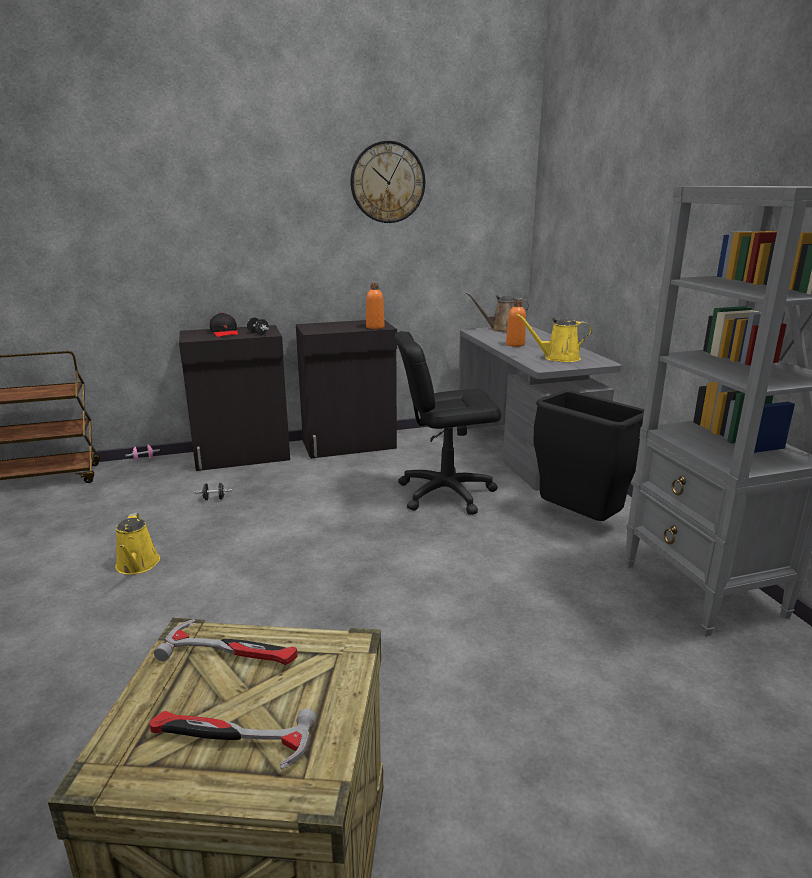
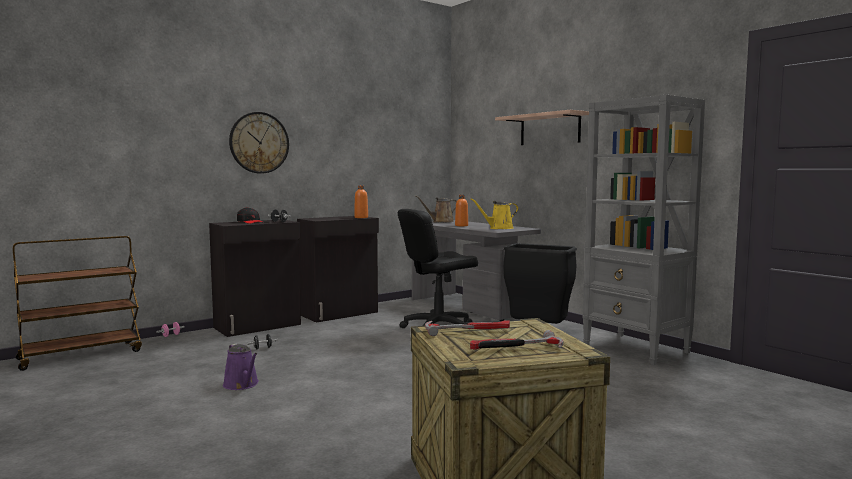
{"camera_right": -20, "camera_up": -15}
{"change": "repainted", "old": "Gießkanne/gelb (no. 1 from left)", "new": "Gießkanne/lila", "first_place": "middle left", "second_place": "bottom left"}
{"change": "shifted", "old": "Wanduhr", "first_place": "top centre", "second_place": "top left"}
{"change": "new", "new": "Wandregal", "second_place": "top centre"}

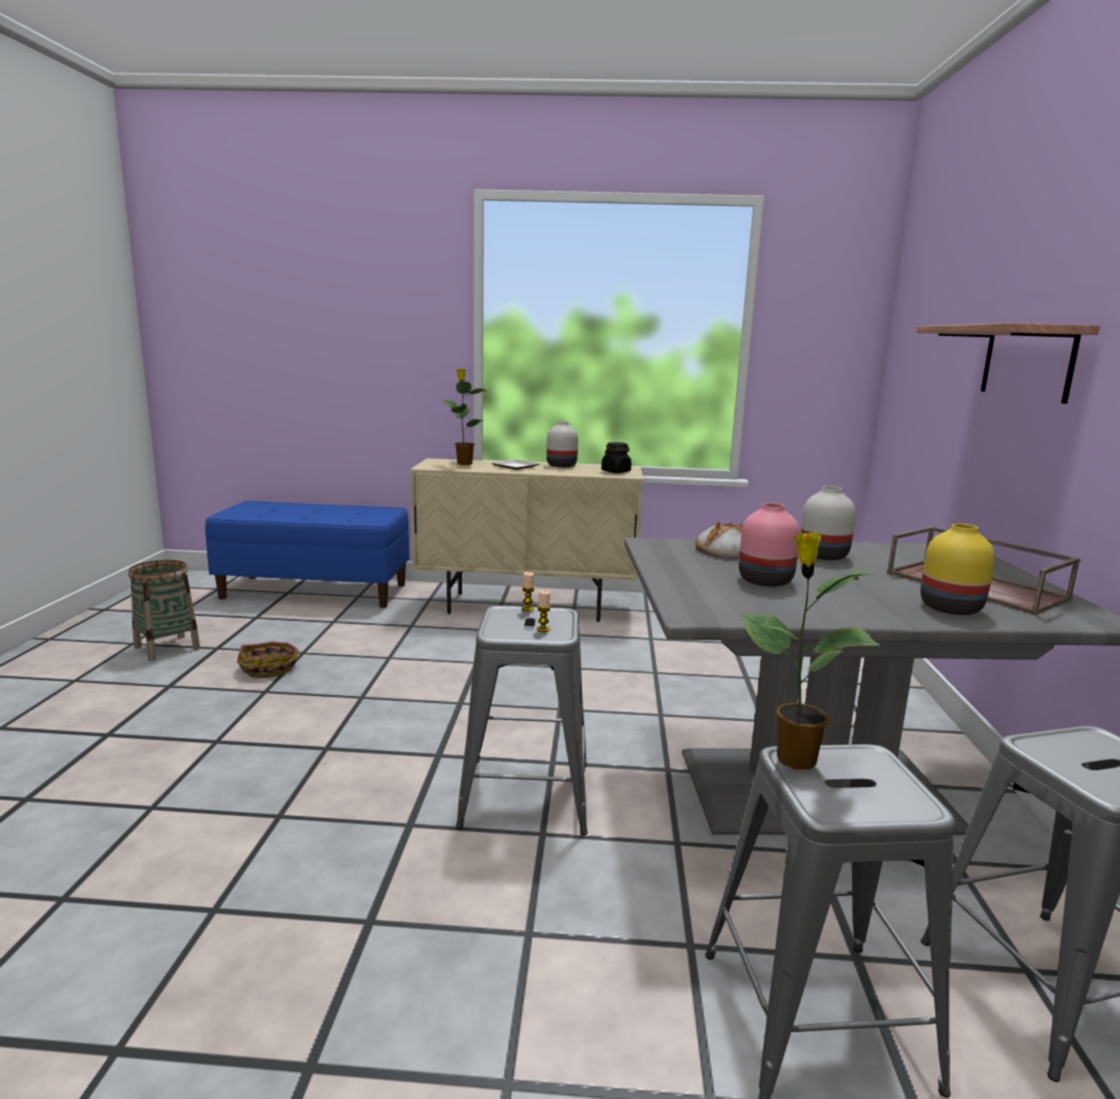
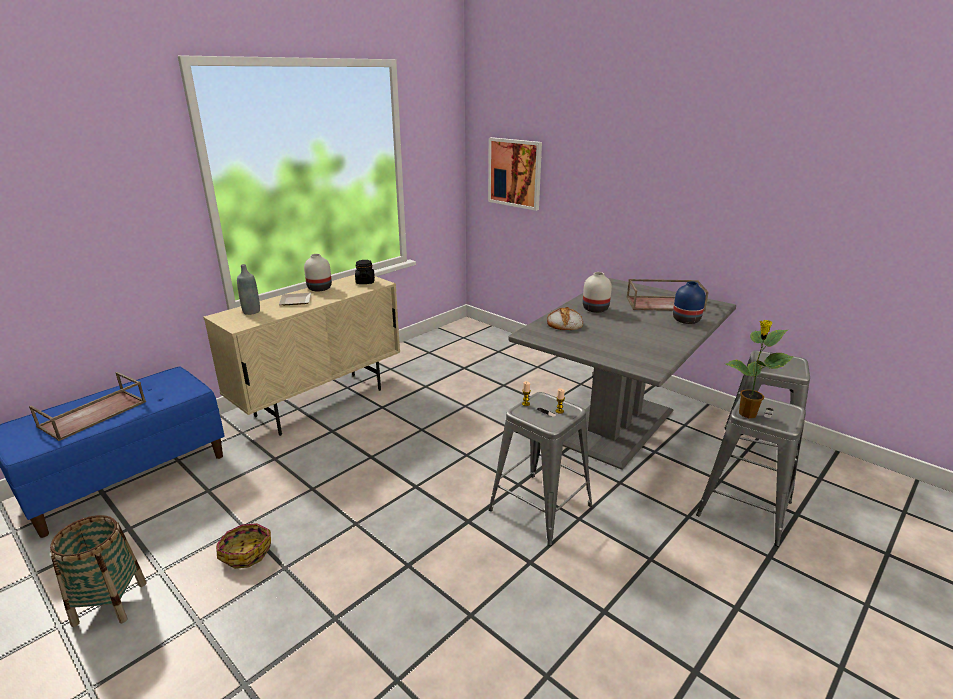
{"camera_right": -50, "camera_up": 10}
{"change": "swapped", "old": "Topfpflanze (no. 1 from left)", "new": "Flasche/grau", "first_place": "centre", "second_place": "middle left"}
{"change": "gone", "old": "Vase/rosa", "first_place": "middle right"}
{"change": "gone", "old": "Wandregal", "first_place": "top right"}
{"change": "repainted", "old": "Vase/gelb", "new": "Vase/blau", "first_place": "middle right", "second_place": "middle right"}
{"change": "new", "new": "Tablett/braun (no. 1 from left)", "second_place": "middle left"}
{"change": "new", "new": "Bild", "second_place": "top centre"}

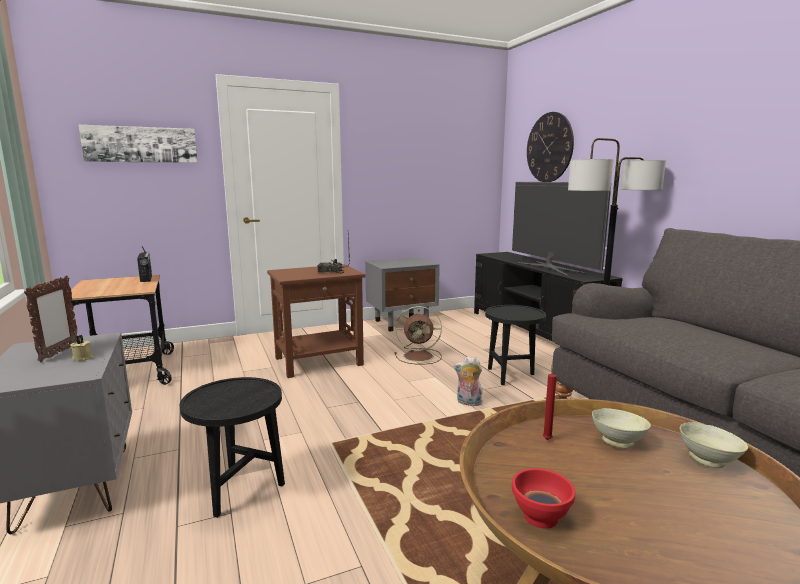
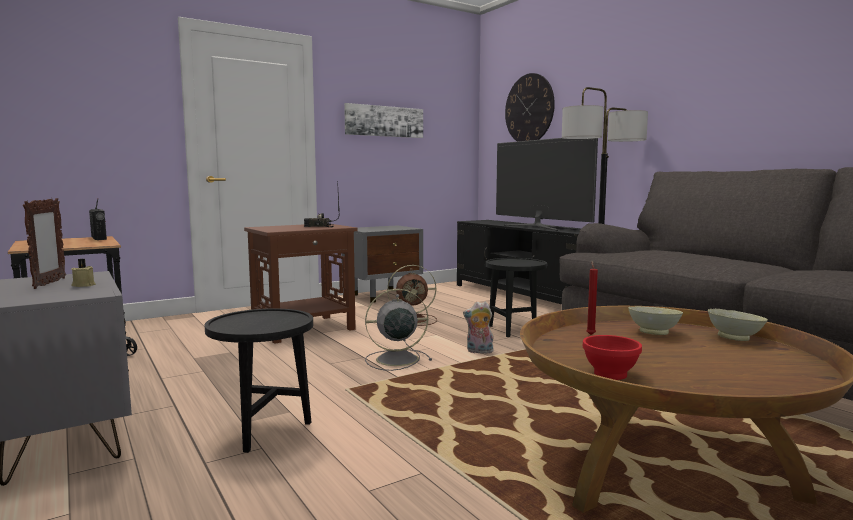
{"camera_right": -10, "camera_up": -5}
{"change": "shifted", "old": "Bild", "first_place": "top left", "second_place": "top centre"}
{"change": "new", "new": "Ventilator/grau", "second_place": "centre"}

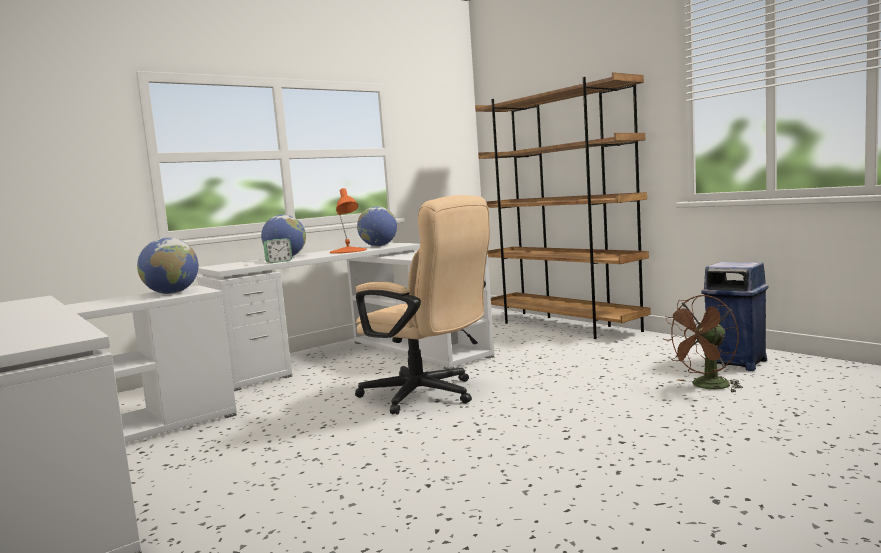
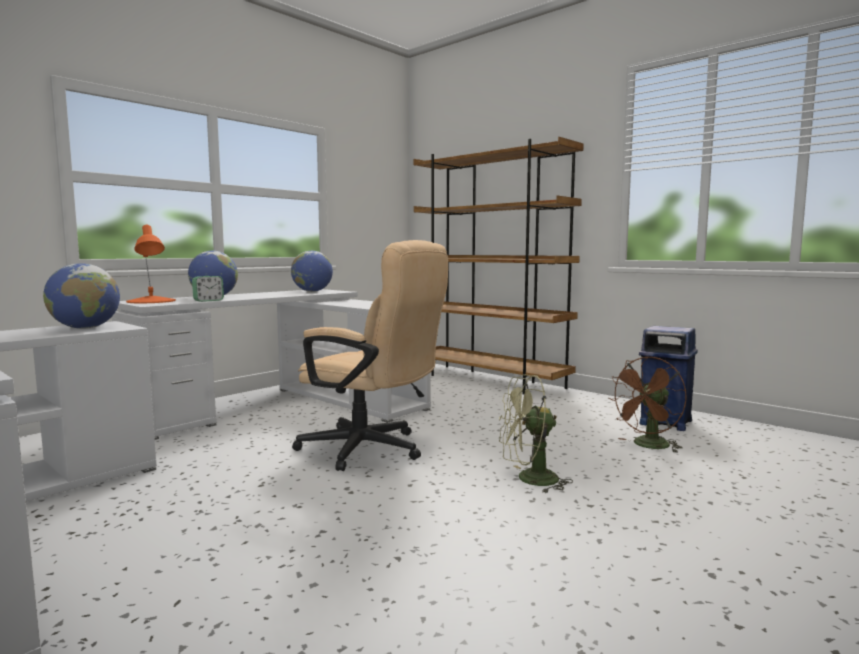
{"camera_right": -10, "camera_up": 0}
{"change": "shifted", "old": "Tischlampe/orange", "first_place": "centre", "second_place": "middle left"}
{"change": "new", "new": "Ventilator/grün", "second_place": "centre"}

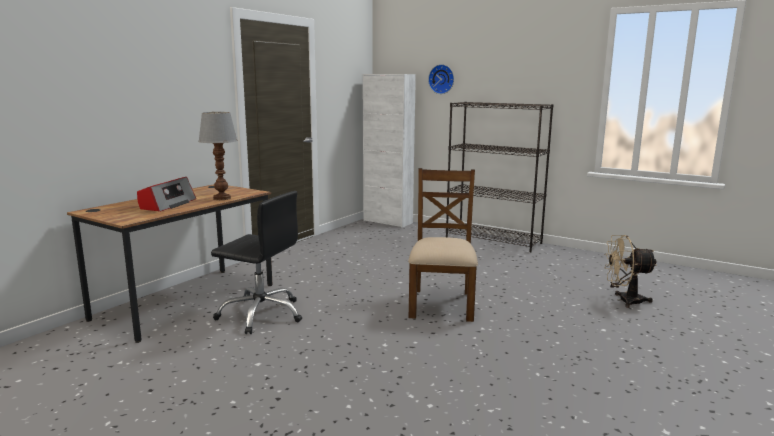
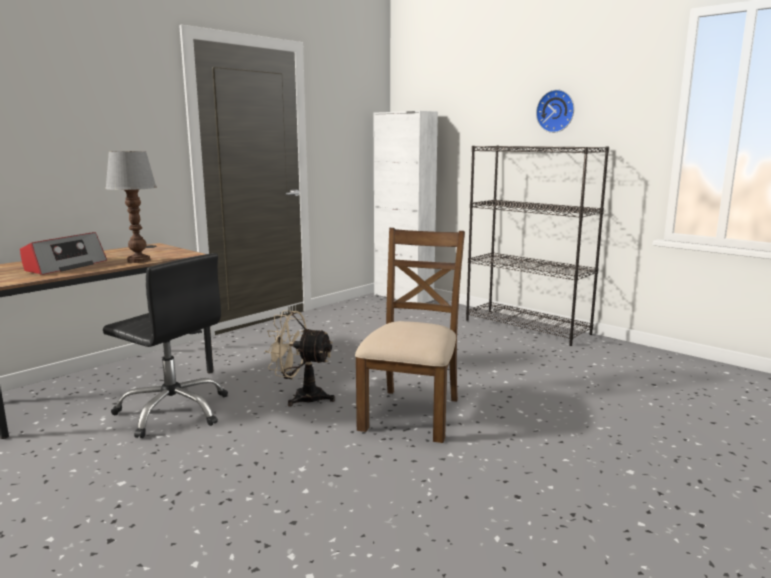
{"camera_right": 10, "camera_up": 0}
{"change": "shifted", "old": "Wanduhr", "first_place": "top centre", "second_place": "top right"}
{"change": "shifted", "old": "Ventilator/beige", "first_place": "middle right", "second_place": "centre"}

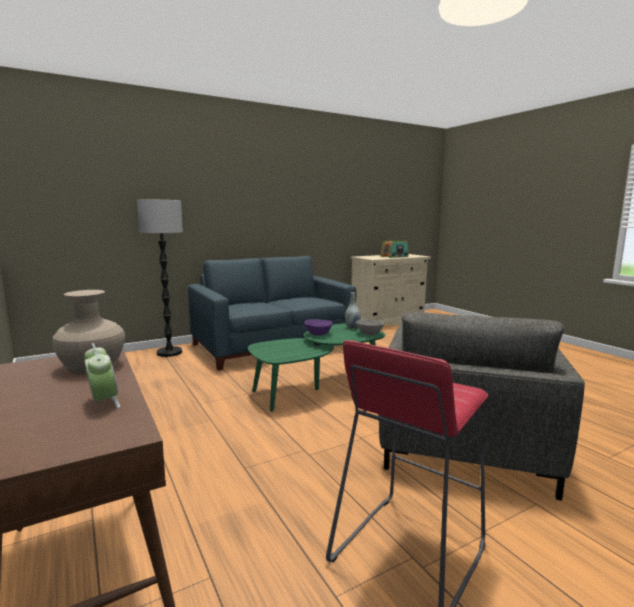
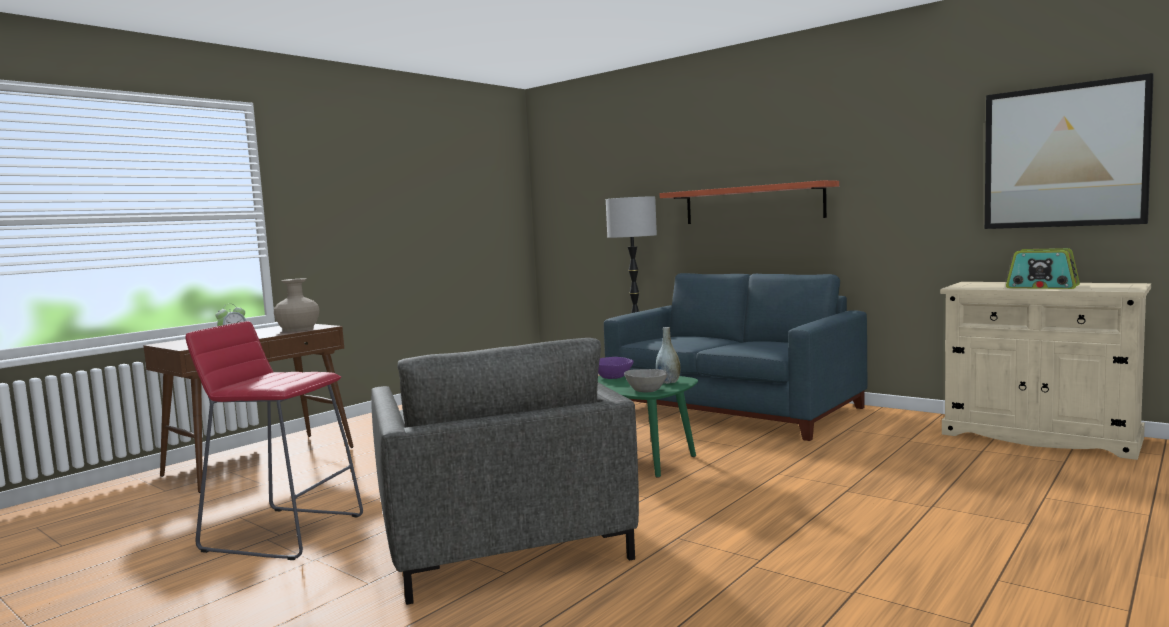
{"camera_right": 70, "camera_up": -5}
{"change": "rotated", "old": "Sessel/grau", "first_place": "bottom right", "second_place": "bottom centre", "degrees": -105}
{"change": "new", "new": "Wandregal", "second_place": "top centre"}
{"change": "new", "new": "Bild", "second_place": "top right"}

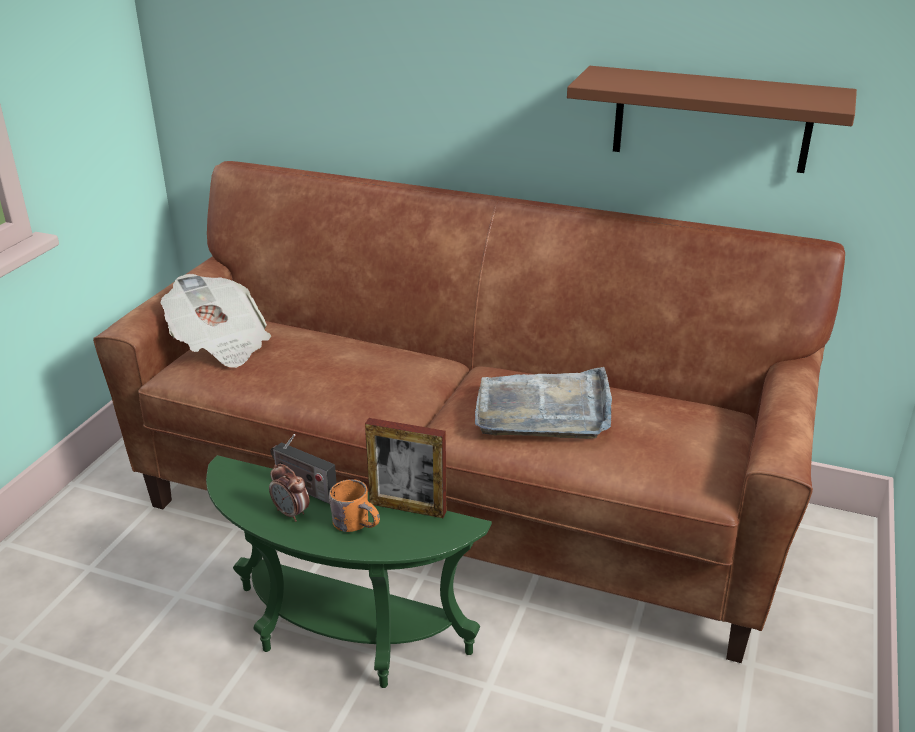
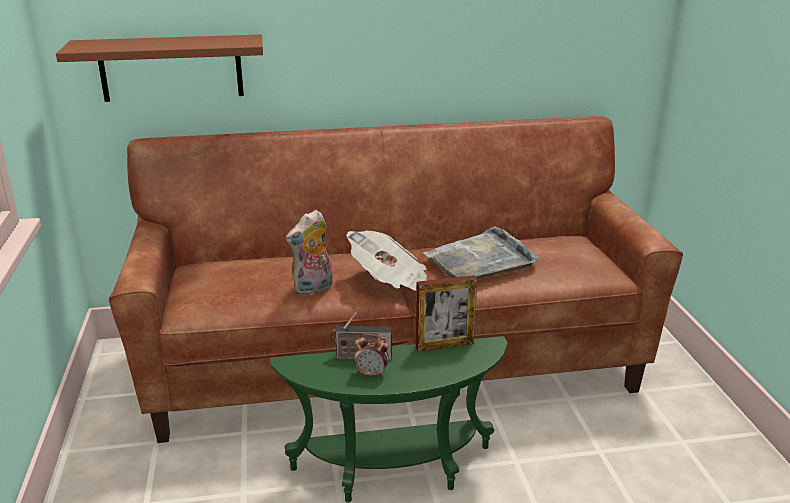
{"camera_right": -30, "camera_up": -5}
{"change": "shifted", "old": "Zeitung", "first_place": "middle left", "second_place": "centre"}
{"change": "gone", "old": "Henkelbecher/orange", "first_place": "bottom centre"}
{"change": "shifted", "old": "Wandregal/braun", "first_place": "top right", "second_place": "top left"}
{"change": "new", "new": "Plüschtier", "second_place": "centre"}

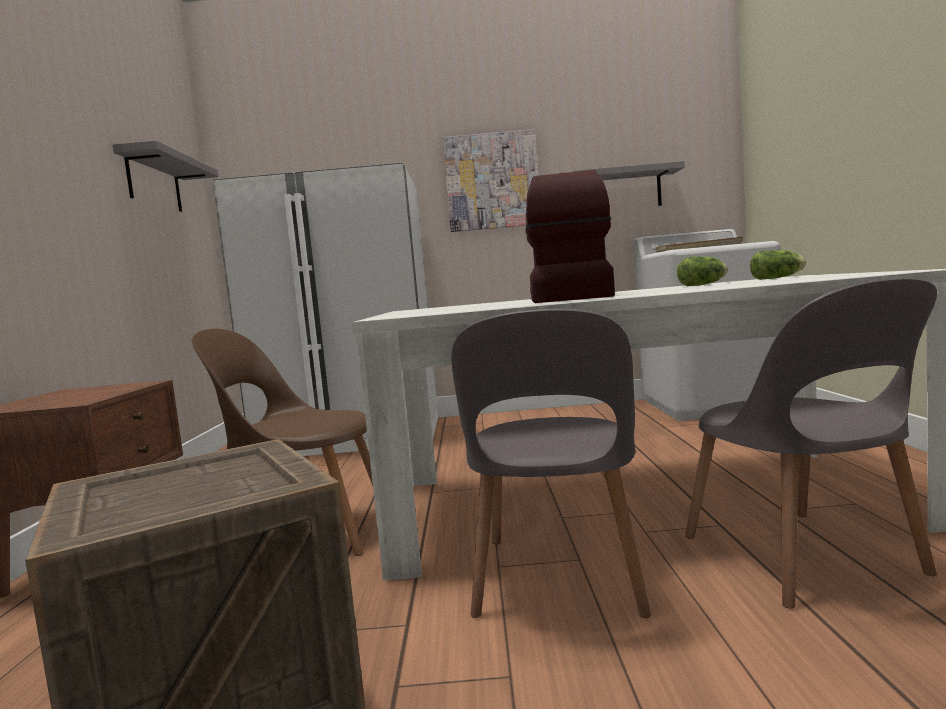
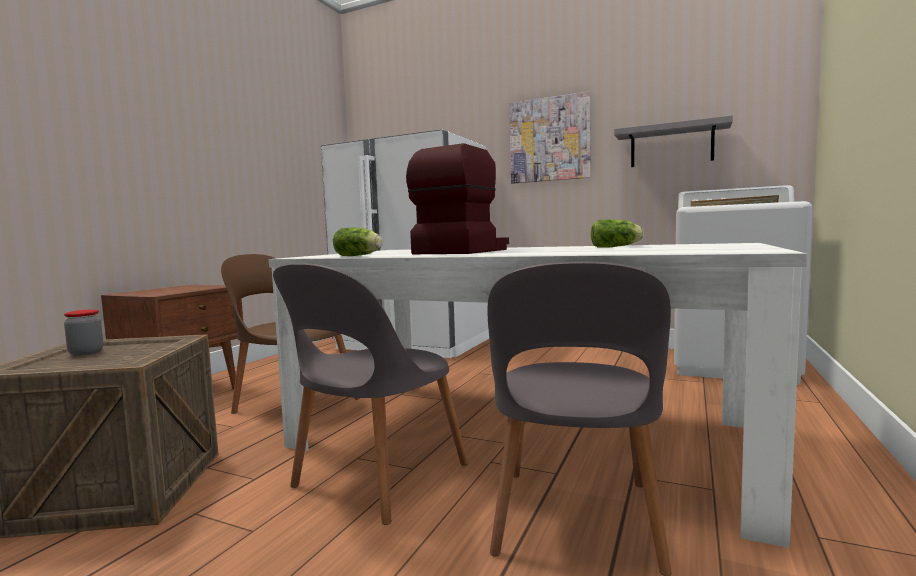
{"camera_right": 25, "camera_up": 0}
{"change": "gone", "old": "Wandregal/grau (no. 1 from left)", "first_place": "top left"}
{"change": "shifted", "old": "Salatkopf (no. 2 from left in the first image)", "new": "Salatkopf (no. 1 from left)", "first_place": "middle right", "second_place": "centre"}
{"change": "new", "new": "Vorratsglas", "second_place": "middle left"}

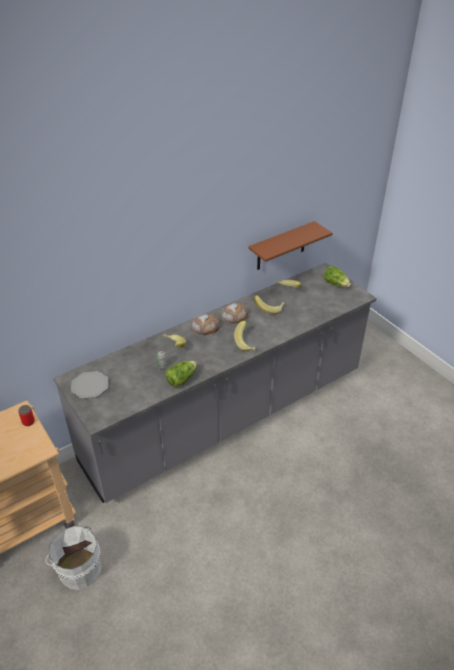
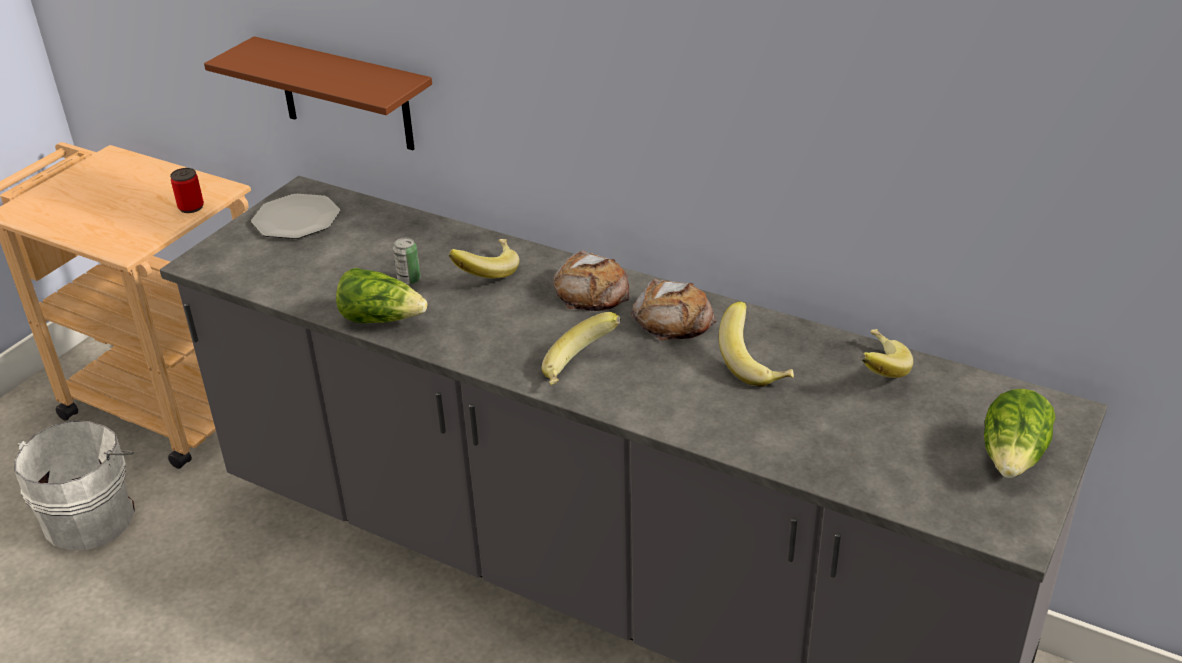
{"camera_right": 65, "camera_up": -5}
{"change": "shifted", "old": "Wandregal/braun", "first_place": "centre", "second_place": "top left"}

